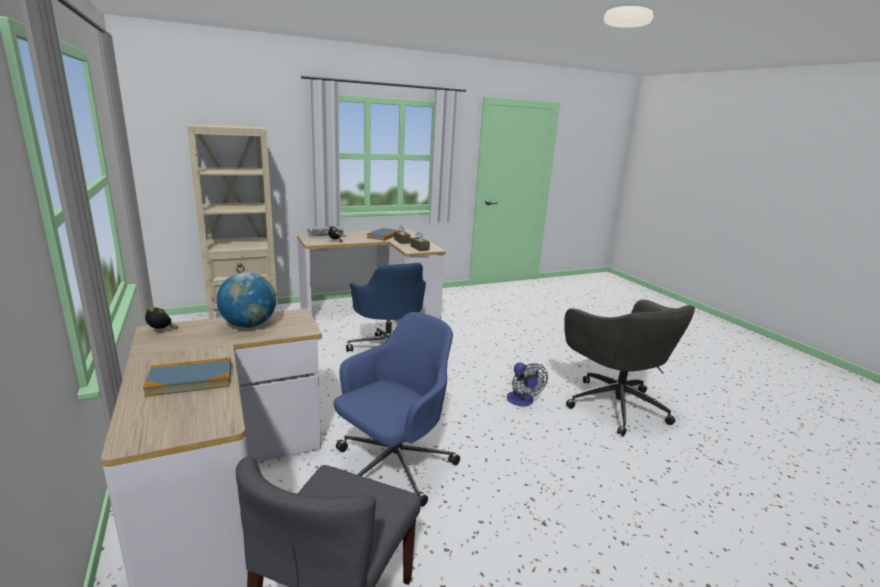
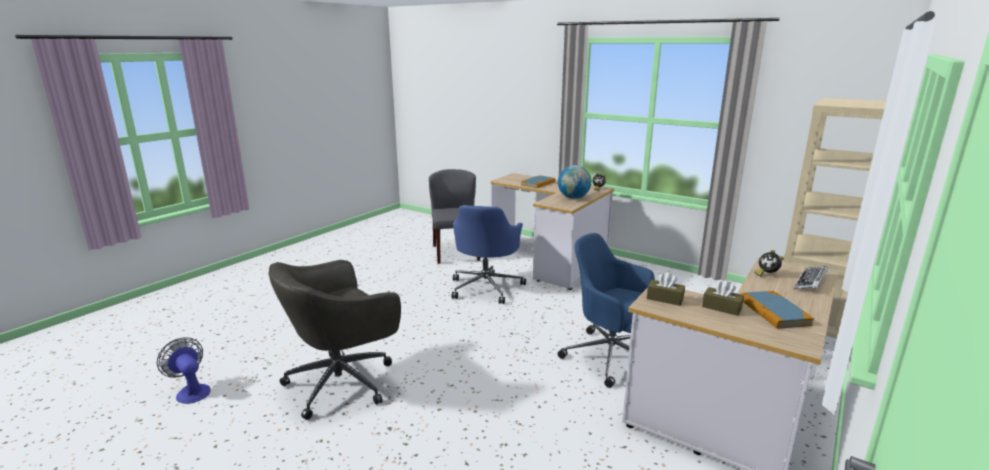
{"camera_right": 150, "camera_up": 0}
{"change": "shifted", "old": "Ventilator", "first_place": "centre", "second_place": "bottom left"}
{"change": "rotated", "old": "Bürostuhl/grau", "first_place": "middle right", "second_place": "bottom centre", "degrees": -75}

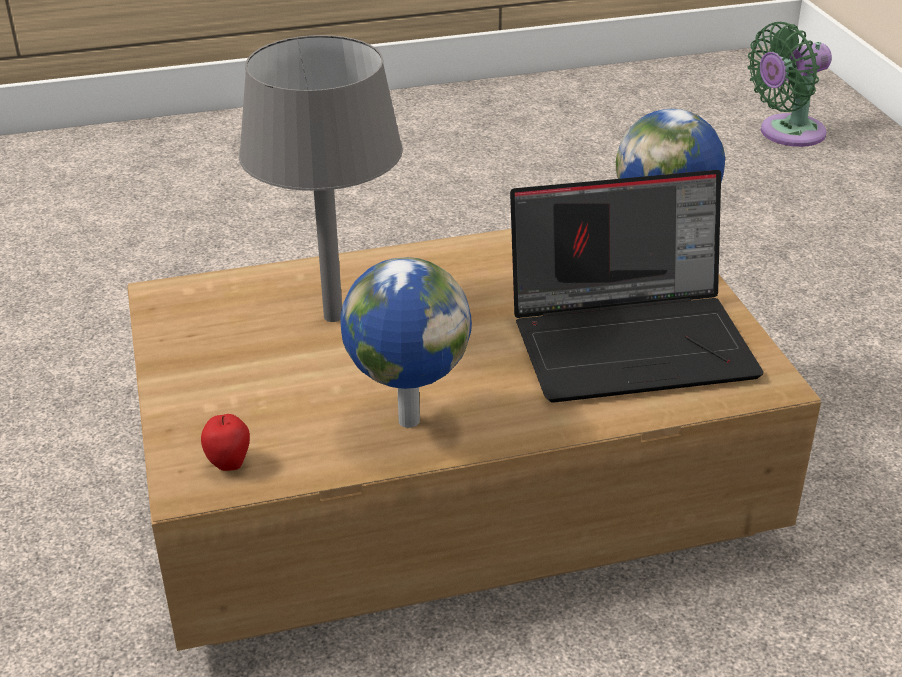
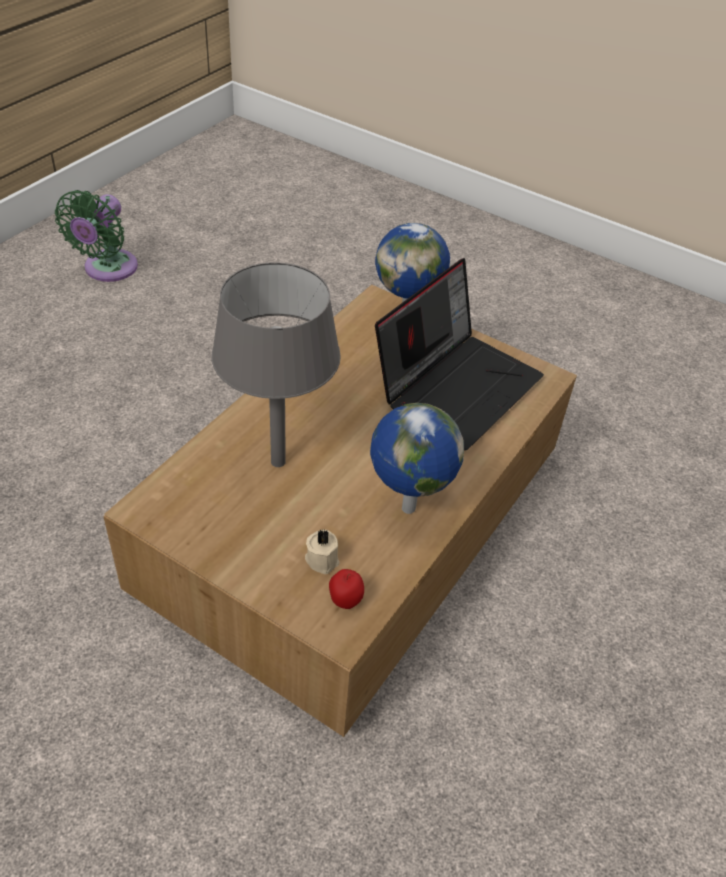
{"camera_right": -45, "camera_up": 10}
{"change": "shifted", "old": "Ventilator/grün", "first_place": "top right", "second_place": "top left"}
{"change": "new", "new": "Kerze/beige", "second_place": "centre"}

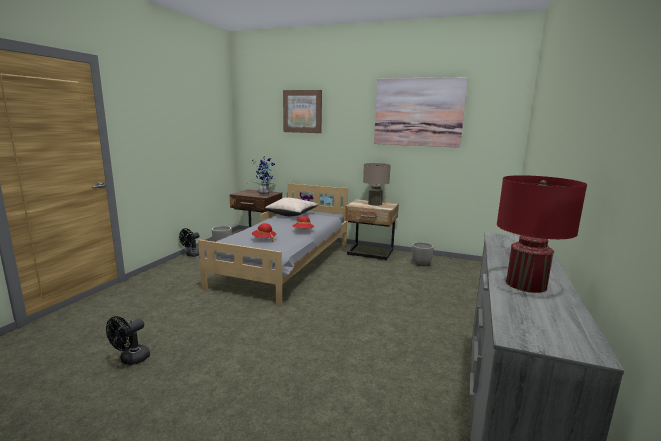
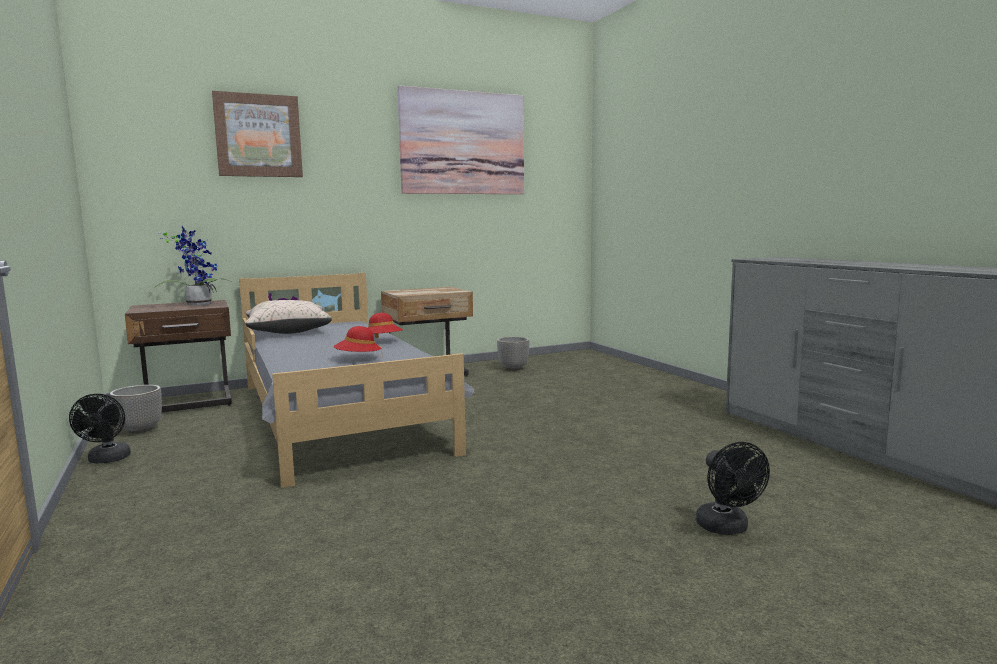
{"camera_right": -45, "camera_up": -5}
{"change": "shifted", "old": "Ventilator/schwarz (no. 1 from left in the first image)", "new": "Ventilator/schwarz (no. 2 from left)", "first_place": "bottom left", "second_place": "bottom right"}
{"change": "gone", "old": "Tischlampe/beige", "first_place": "centre"}
{"change": "gone", "old": "Tischlampe/rot", "first_place": "middle right"}

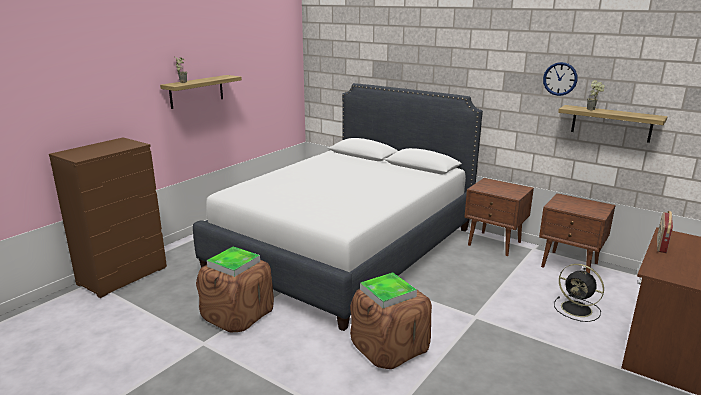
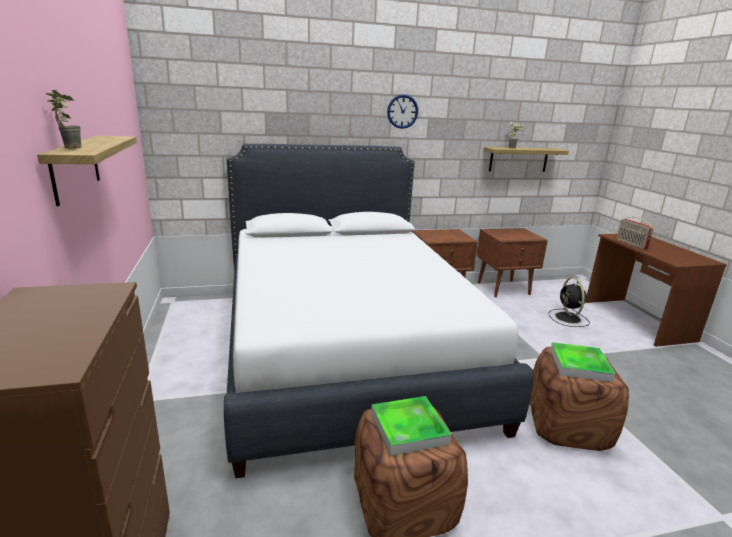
{"camera_right": -50, "camera_up": 0}
{"change": "shifted", "old": "Wanduhr", "first_place": "top right", "second_place": "top centre"}
{"change": "rotated", "old": "Ventilator/schwarz", "first_place": "bottom right", "second_place": "middle right", "degrees": 90}

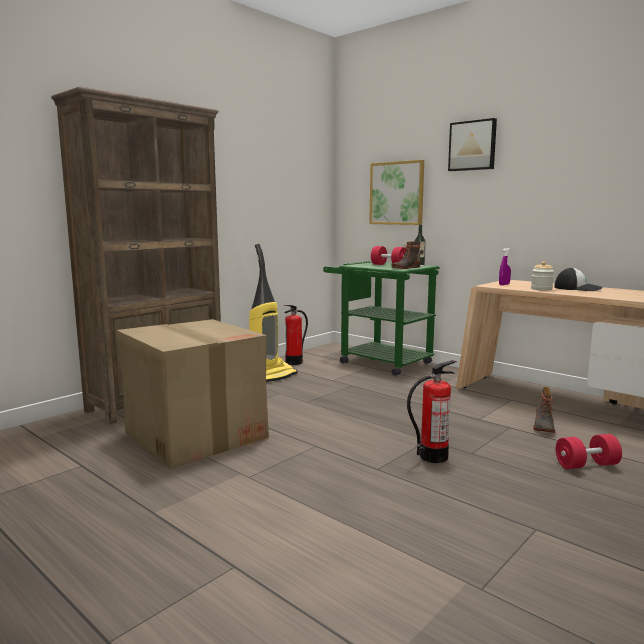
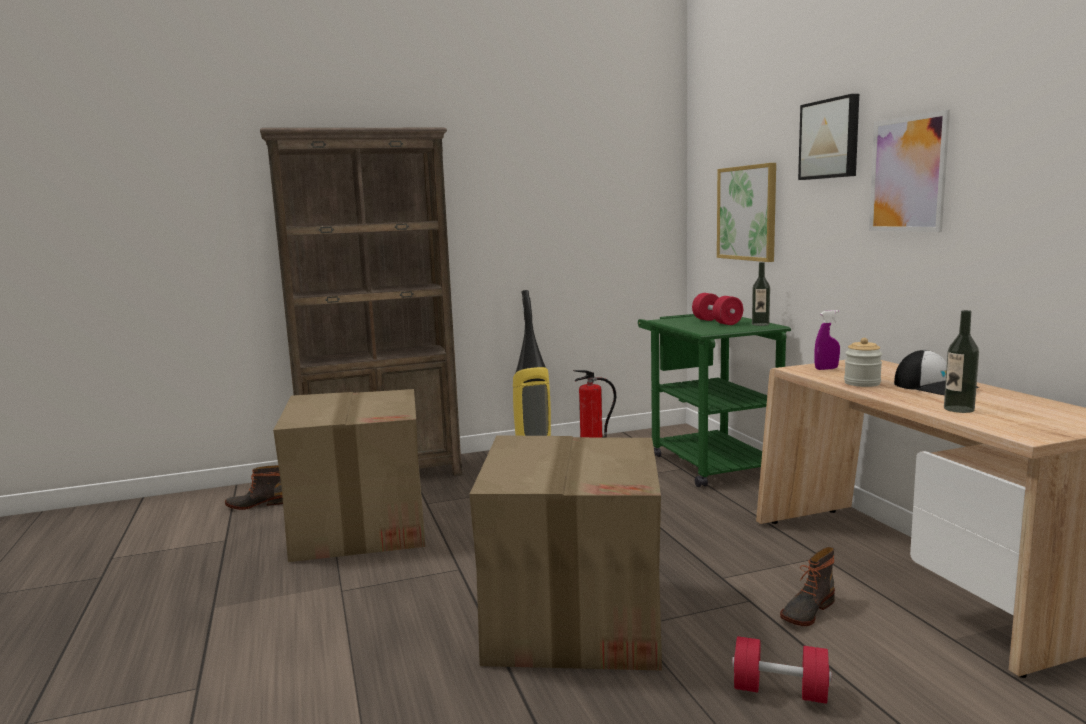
{"camera_right": 30, "camera_up": 0}
{"change": "shifted", "old": "Stiefel (no. 1 from left)", "first_place": "centre", "second_place": "bottom left"}
{"change": "swapped", "old": "Feuerlöscher (no. 2 from left)", "new": "Karton (no. 2 from left)", "first_place": "middle right", "second_place": "bottom centre"}
{"change": "new", "new": "Bild (no. 3 from left)", "second_place": "top right"}
{"change": "new", "new": "Flasche (no. 2 from left)", "second_place": "middle right"}

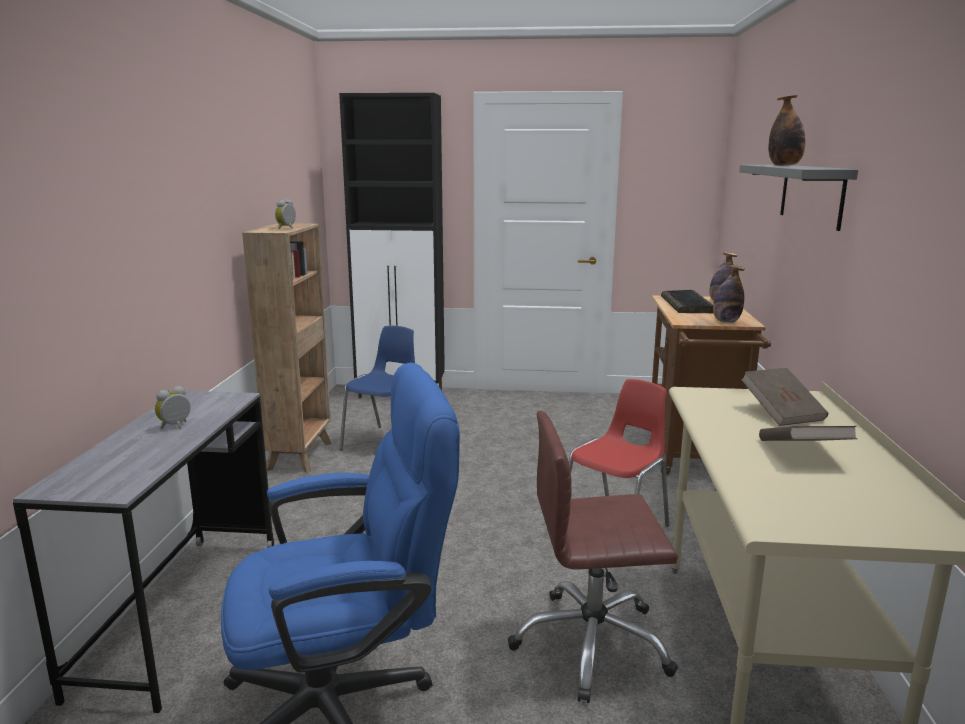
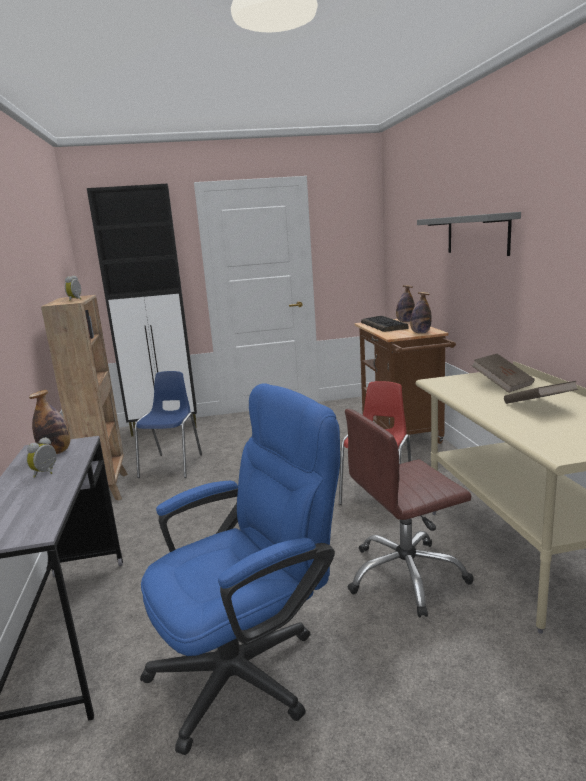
{"camera_right": -15, "camera_up": 0}
{"change": "shifted", "old": "Flasche (no. 3 from left in the first image)", "new": "Flasche (no. 1 from left)", "first_place": "top right", "second_place": "middle left"}

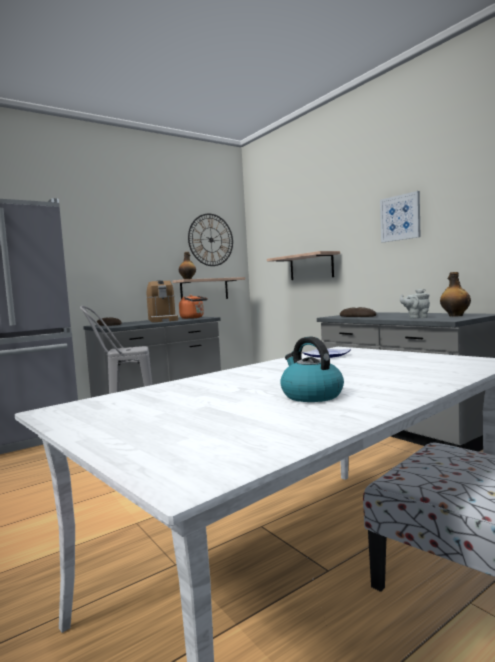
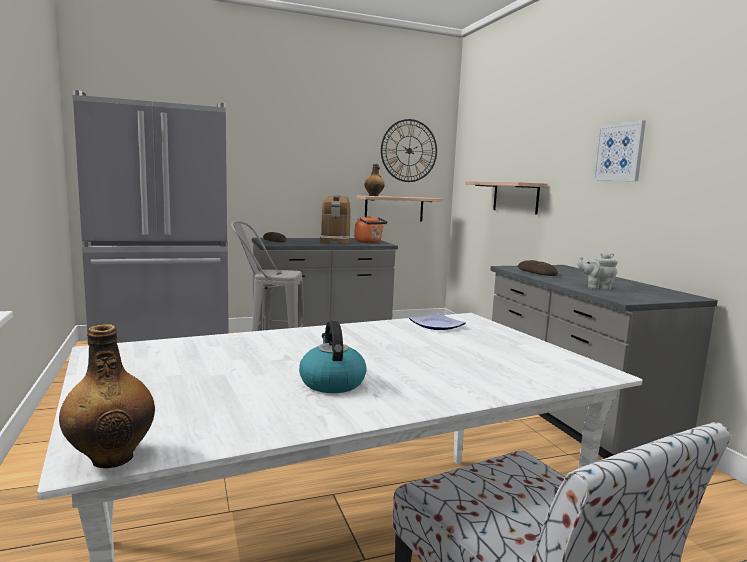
{"camera_right": 15, "camera_up": 5}
{"change": "shifted", "old": "Flasche (no. 2 from left in the first image)", "new": "Flasche (no. 1 from left)", "first_place": "middle right", "second_place": "bottom left"}

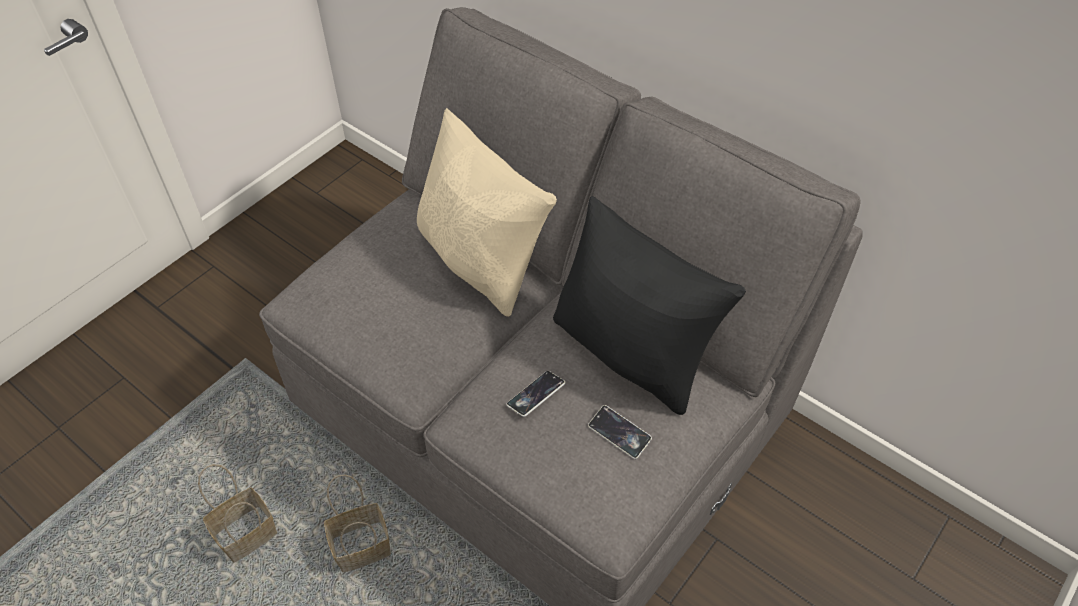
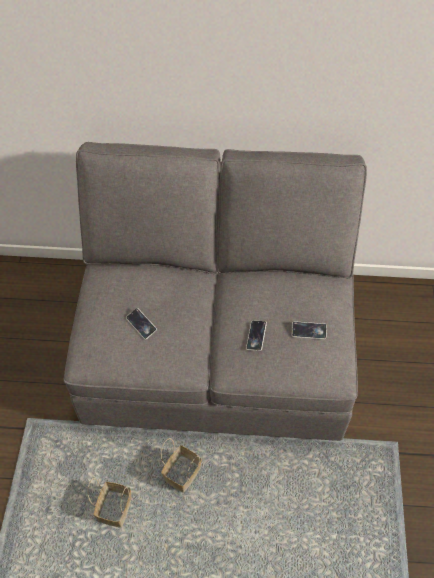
{"camera_right": -35, "camera_up": 5}
{"change": "gone", "old": "Kissen/beige", "first_place": "centre"}
{"change": "gone", "old": "Kissen/schwarz", "first_place": "centre"}
{"change": "new", "new": "Handy (no. 1 from left)", "second_place": "middle left"}

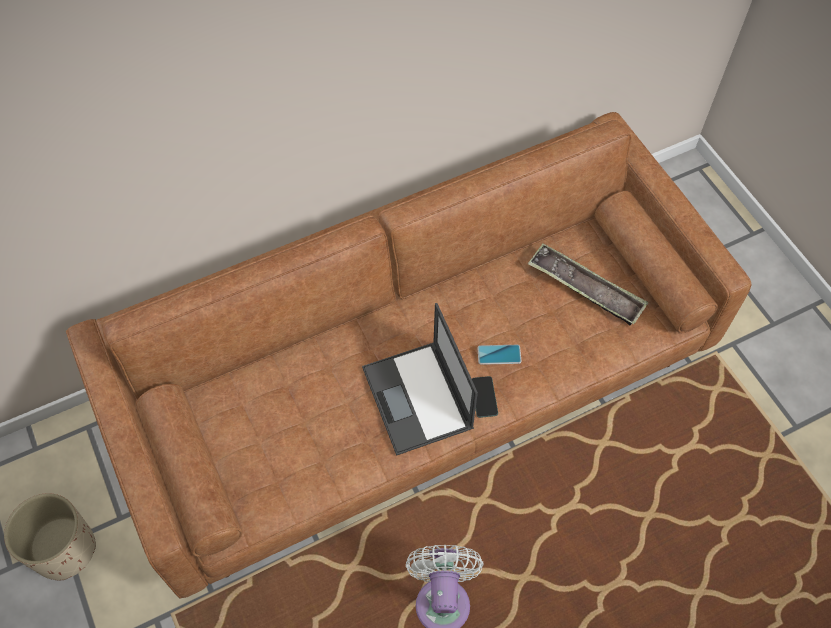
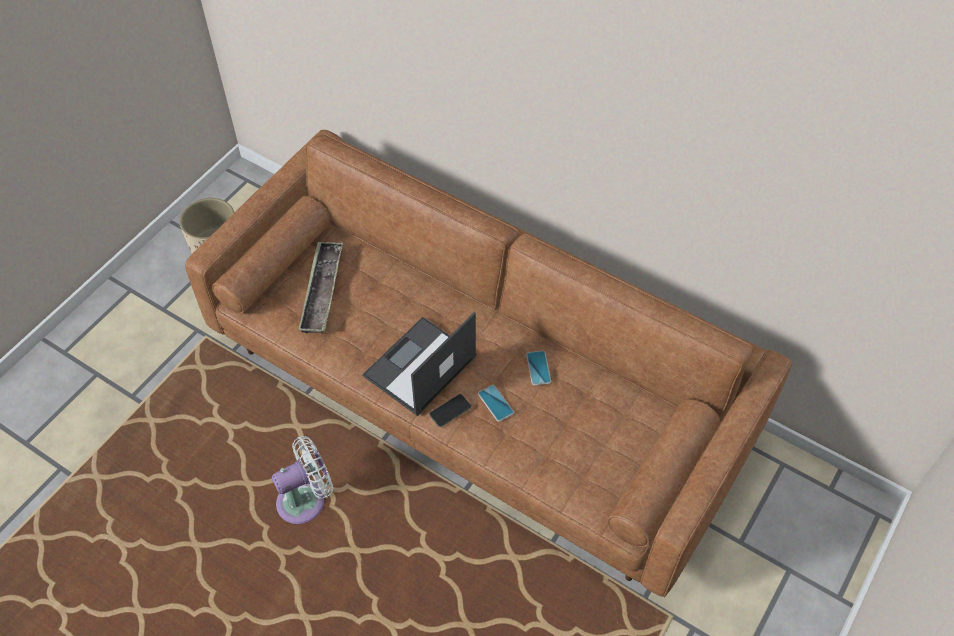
{"camera_right": 60, "camera_up": -5}
{"change": "shifted", "old": "Tablett", "first_place": "middle right", "second_place": "centre"}
{"change": "new", "new": "Handy (no. 3 from left)", "second_place": "centre"}

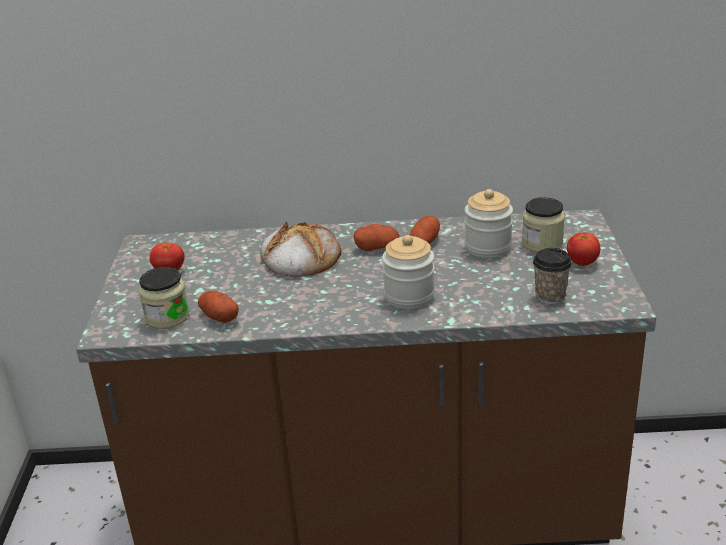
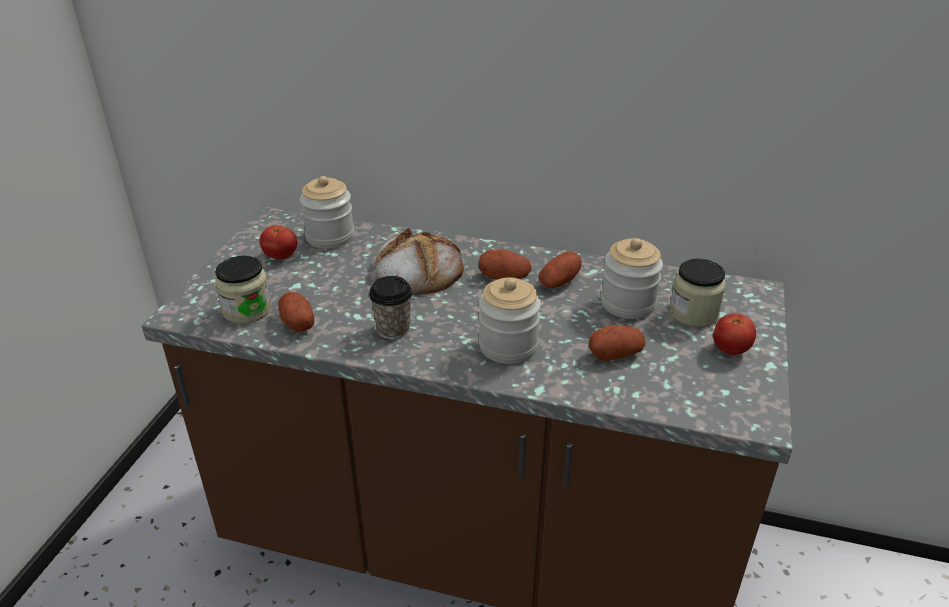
{"camera_right": 15, "camera_up": 5}
{"change": "shifted", "old": "Tasse", "first_place": "middle right", "second_place": "centre"}
{"change": "new", "new": "Vorratsglas (no. 2 from left)", "second_place": "centre"}
{"change": "new", "new": "Kartoffel (no. 4 from left)", "second_place": "centre"}

